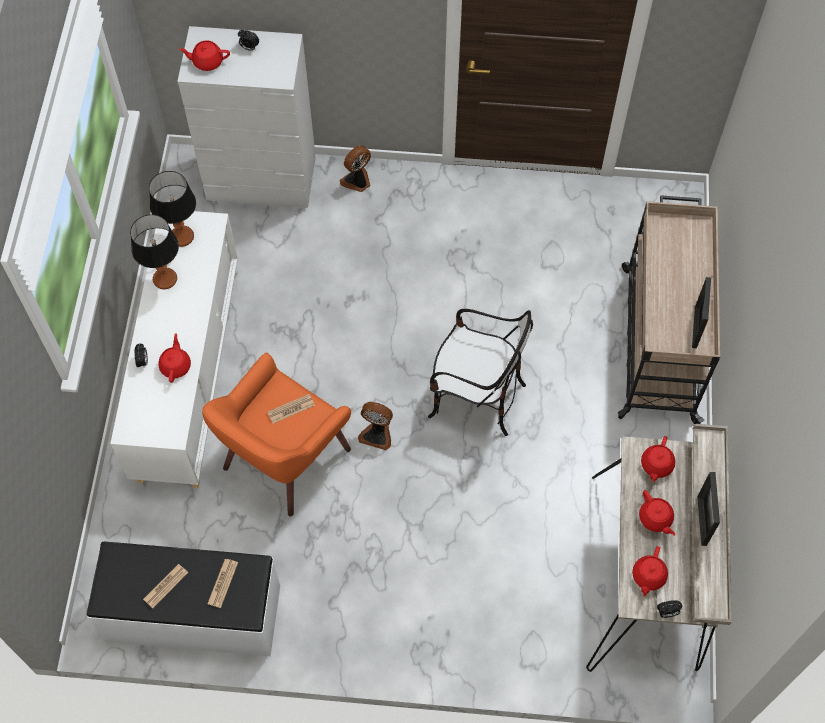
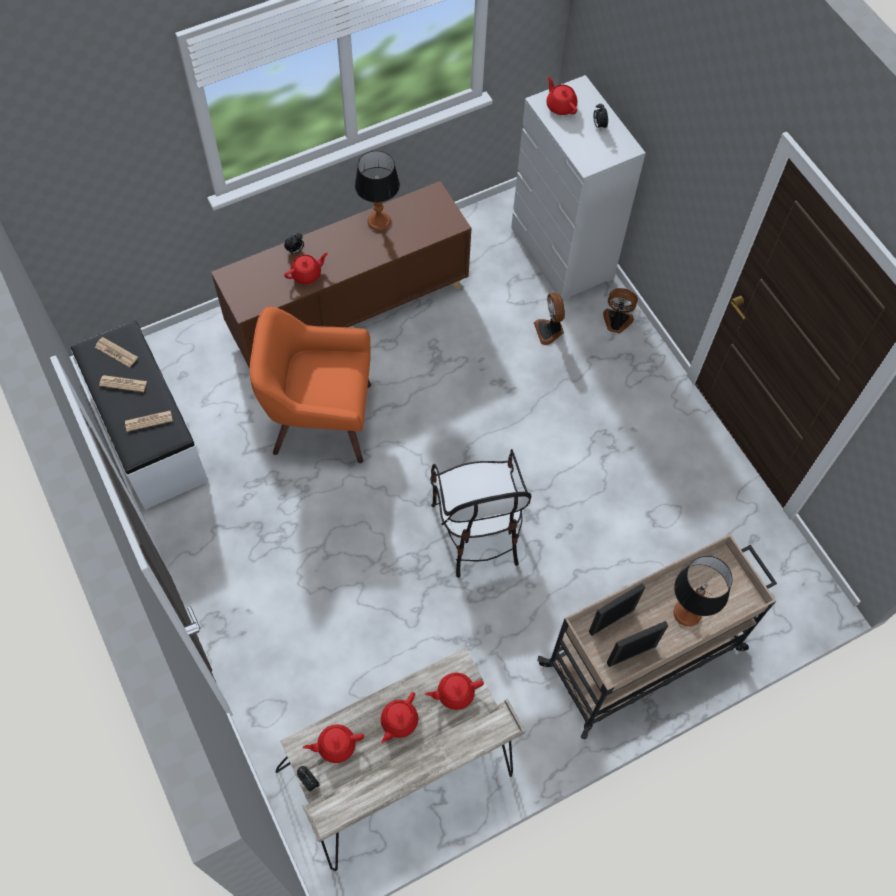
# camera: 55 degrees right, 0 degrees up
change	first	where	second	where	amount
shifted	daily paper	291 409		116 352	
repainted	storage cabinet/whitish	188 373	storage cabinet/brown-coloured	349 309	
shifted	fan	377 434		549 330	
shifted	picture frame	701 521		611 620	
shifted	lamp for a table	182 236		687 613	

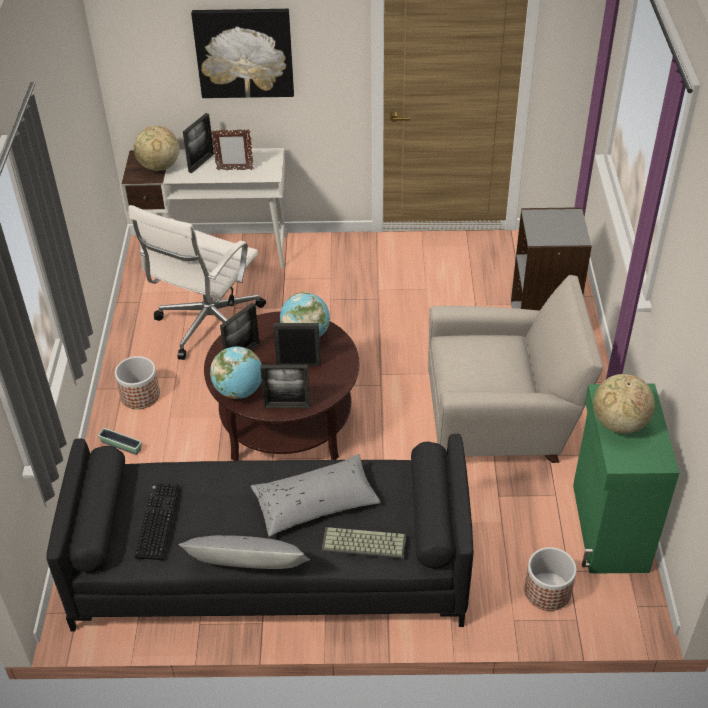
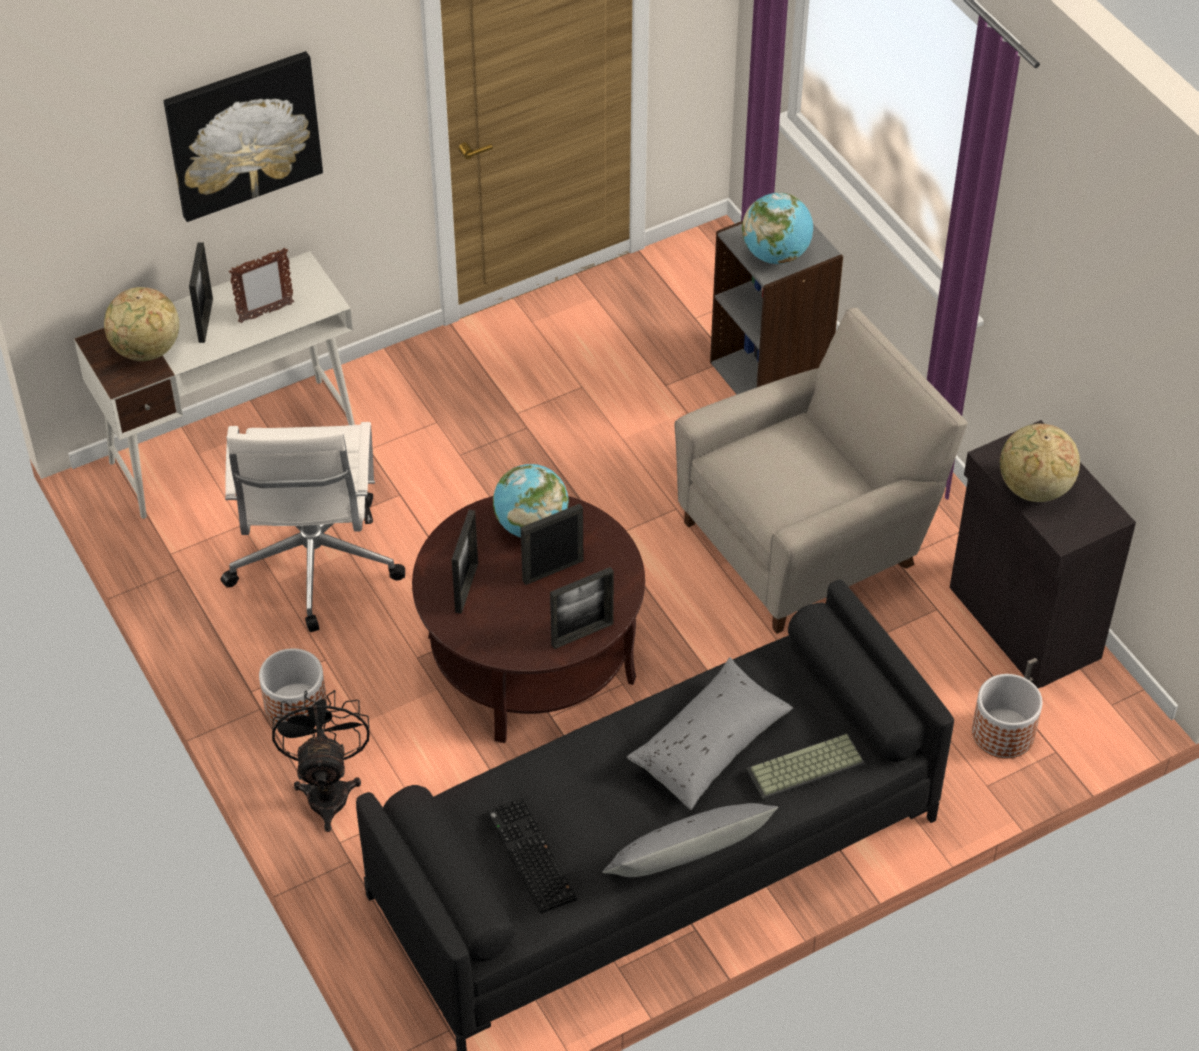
# camera: 30 degrees left, 5 degrees up
change	first	where	second	where	amount
swapped	flower pot	121 446	fan/black	327 789	
shifted	globe	239 391		776 255	
repainted	storage cabinet/green	608 528	storage cabinet/black	1023 624	

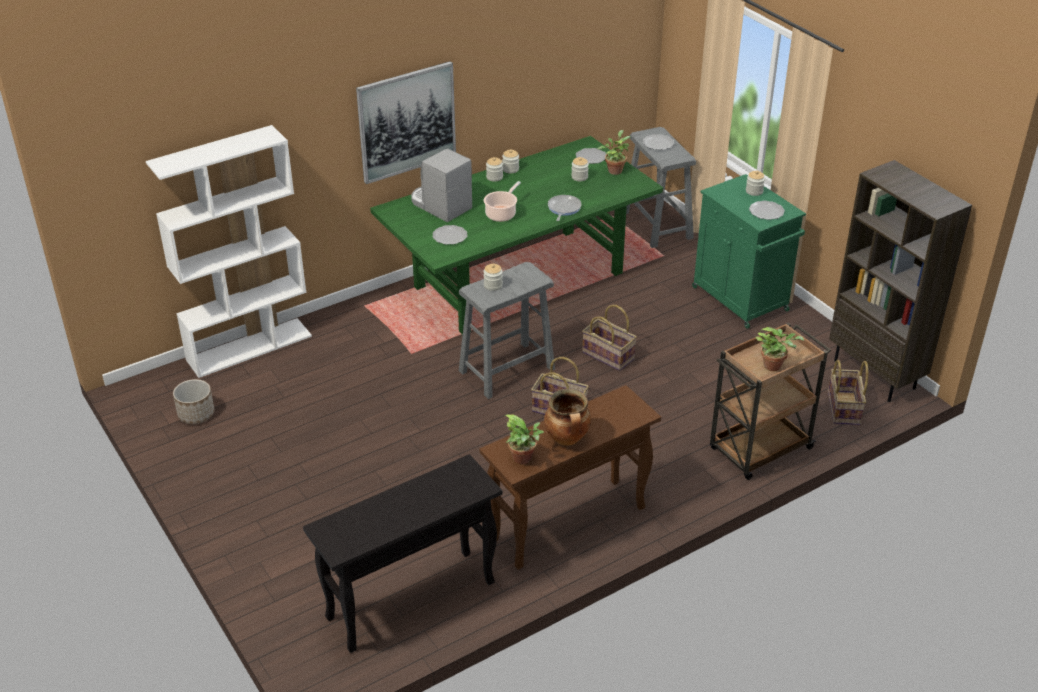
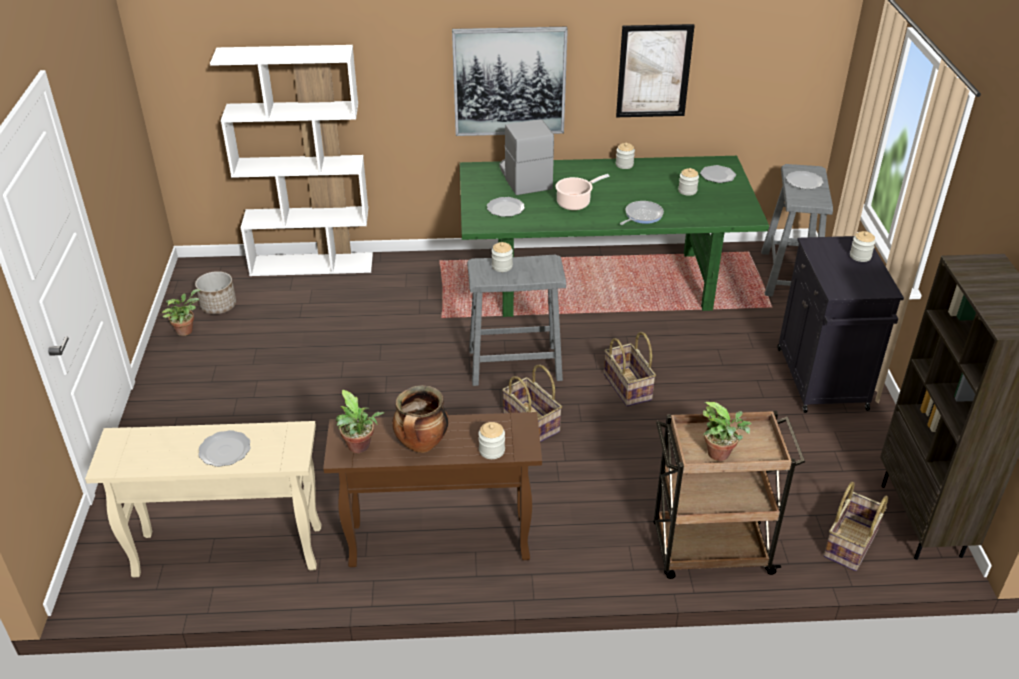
# camera: 30 degrees right, 0 degrees up
change	first	where	second	where	amount
repainted	console table/black	410 601	console table/beige-coloured	227 552	
shifted	plant in a pot	614 170		186 329	
shifted	plate	766 212		224 451	
shifted	jar	494 177		492 450	
new			wall picture	654 71	
repainted	storage cabinet/green	741 300	storage cabinet/black	822 380	

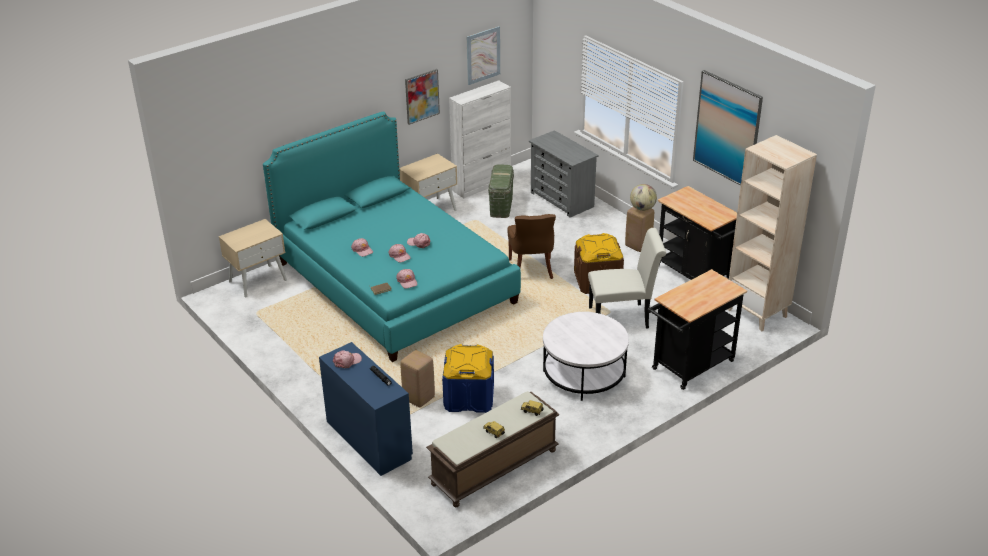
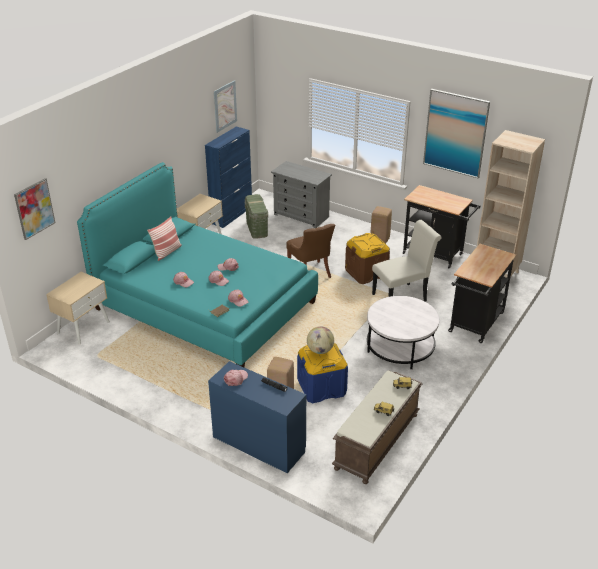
# camera: 20 degrees left, 0 degrees up
change	first	where	second	where	amount
shifted	wall picture	422 96		34 208	
new			cushion	167 252	
repainted	storage cabinet/whitish	482 184	storage cabinet/blue	232 215	
shifted	globe	642 208		320 350	

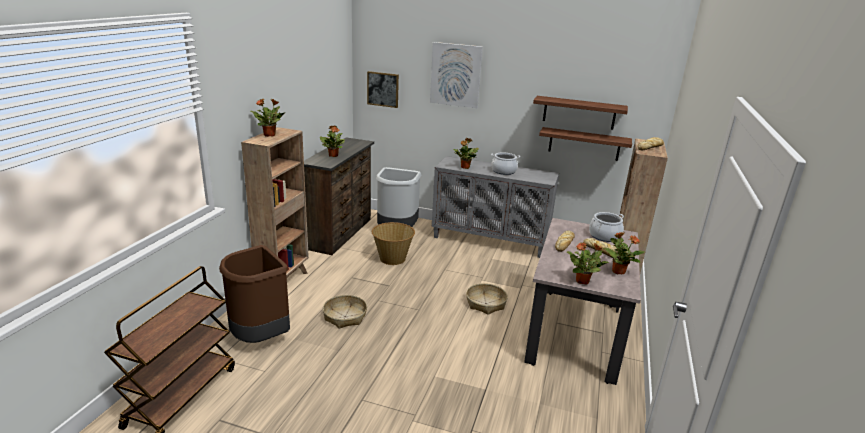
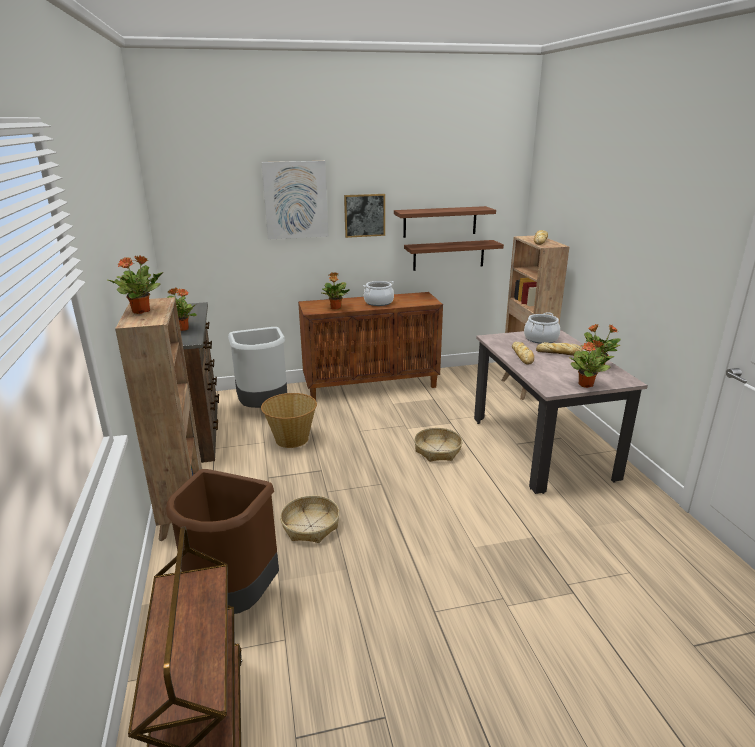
# camera: 30 degrees left, 0 degrees up
change	first	where	second	where	amount
repainted	storage cabinet/greyish	490 240	storage cabinet/brown-coloured	371 385	
shifted	wall picture	383 89		364 215	

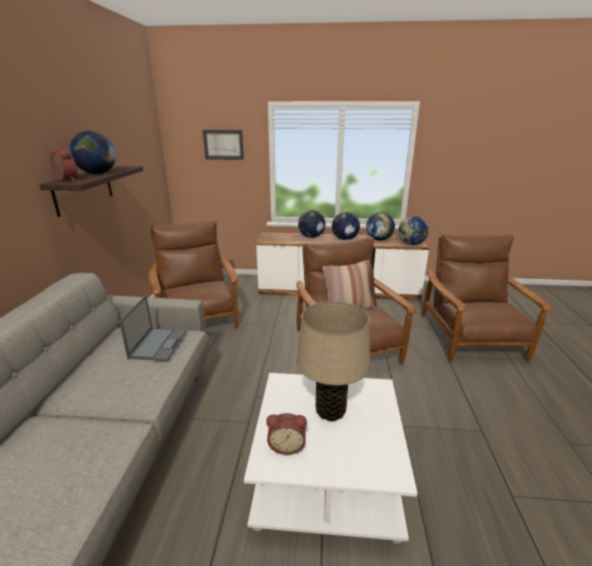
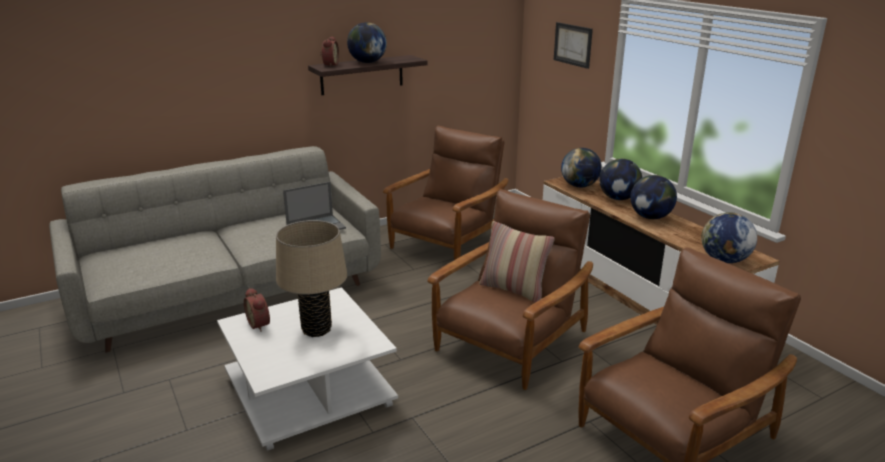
# camera: 55 degrees right, 0 degrees up
change	first	where	second	where	amount
shifted	globe	379 239		579 186	

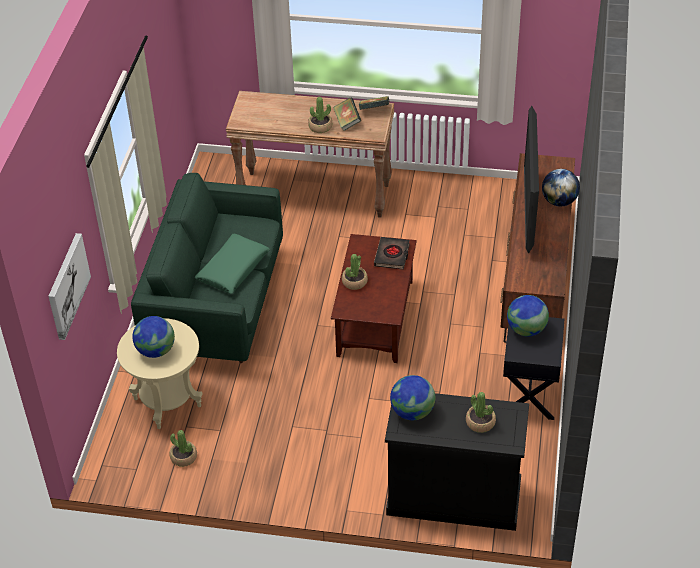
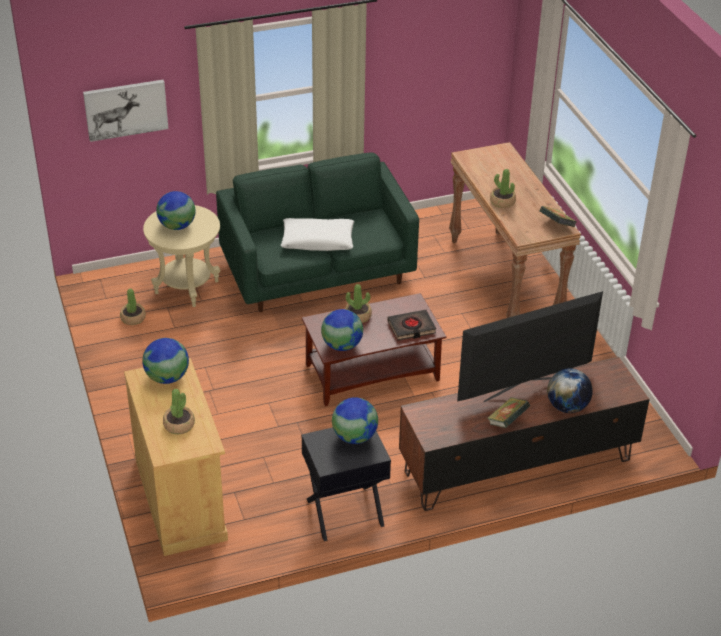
# camera: 60 degrees right, 5 degrees down
change	first	where	second	where	amount
repainted	storage cabinet/black	454 497	storage cabinet/beige-coloured	181 499	
repainted	cushion/green	233 269	cushion/whitish	317 240	
new			globe	342 345	
shifted	bound book	347 122		507 421	

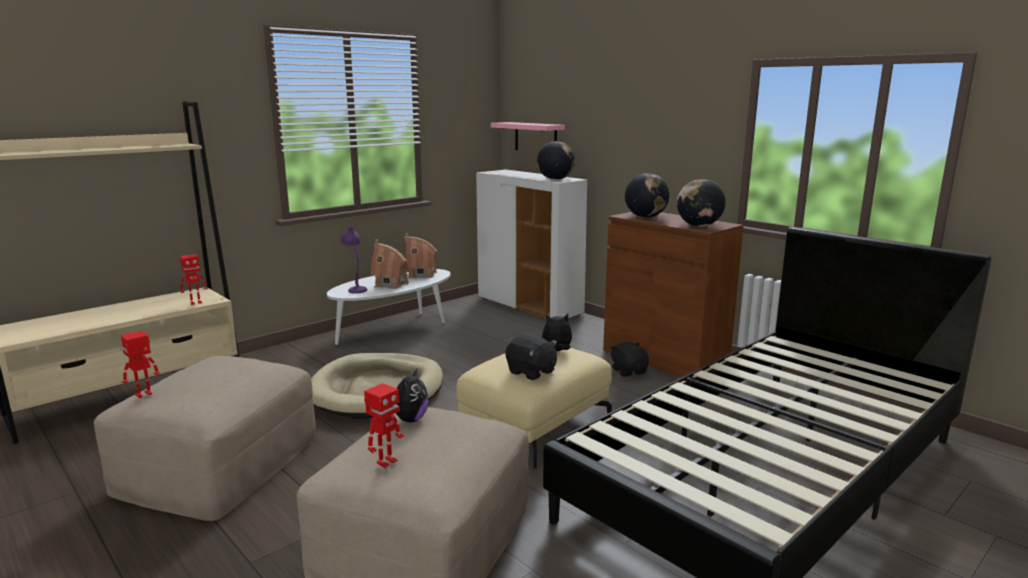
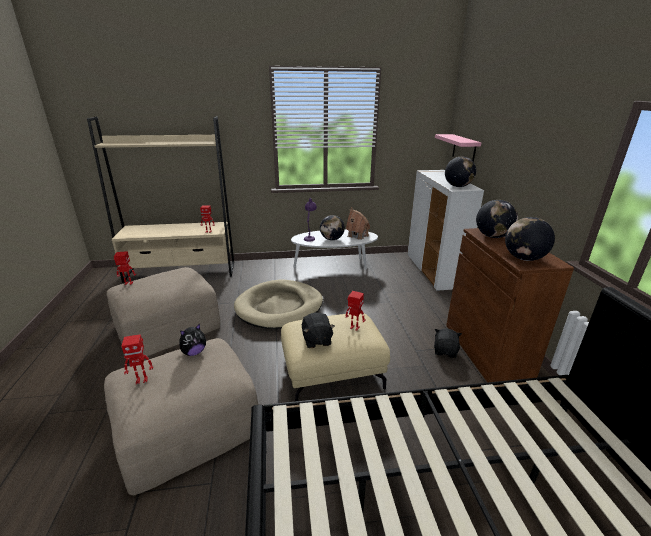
# camera: 35 degrees right, 10 degrees up
change	first	where	second	where	amount
swapped	toy house	391 284	globe	332 239	
swapped	cuddly toy	557 351	toy robot	354 328	

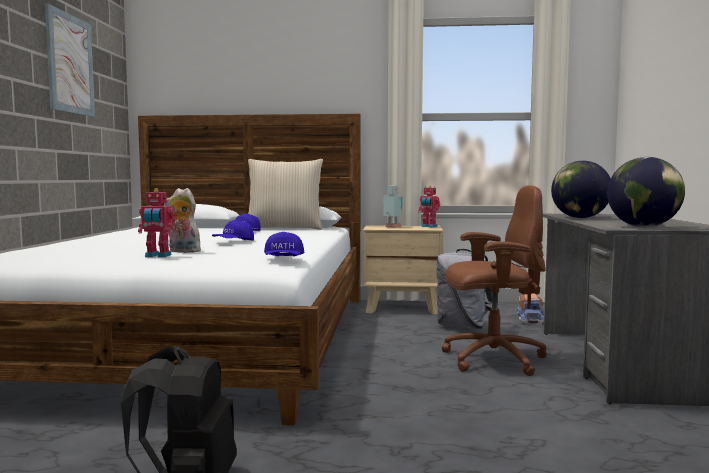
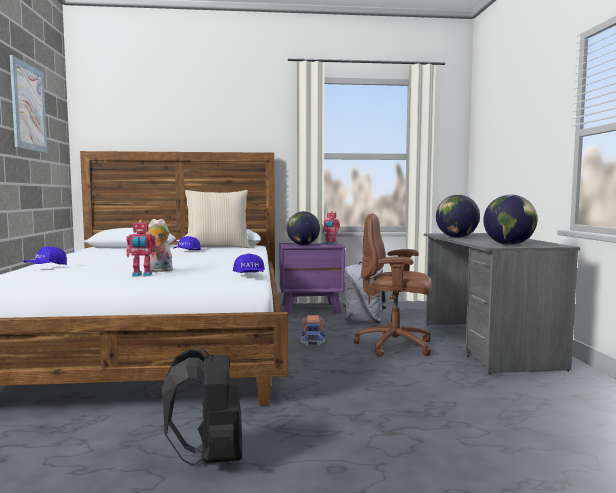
# camera: 10 degrees left, 0 degrees up
change	first	where	second	where	amount
shifted	peaked cap/blue	233 242		46 267	
repainted	night table/beige-coloured	402 307	night table/purple-coloured	311 309	
swapped	toy robot	392 227	globe	303 245	
shifted	toy lorry	531 319		313 339	
rotated	office chair/brown-coloured	492 359		395 346	150 degrees counterclockwise

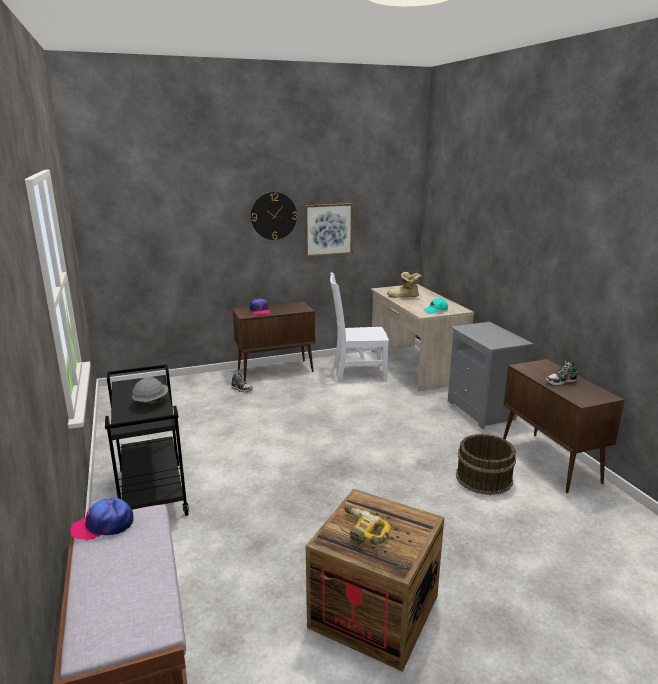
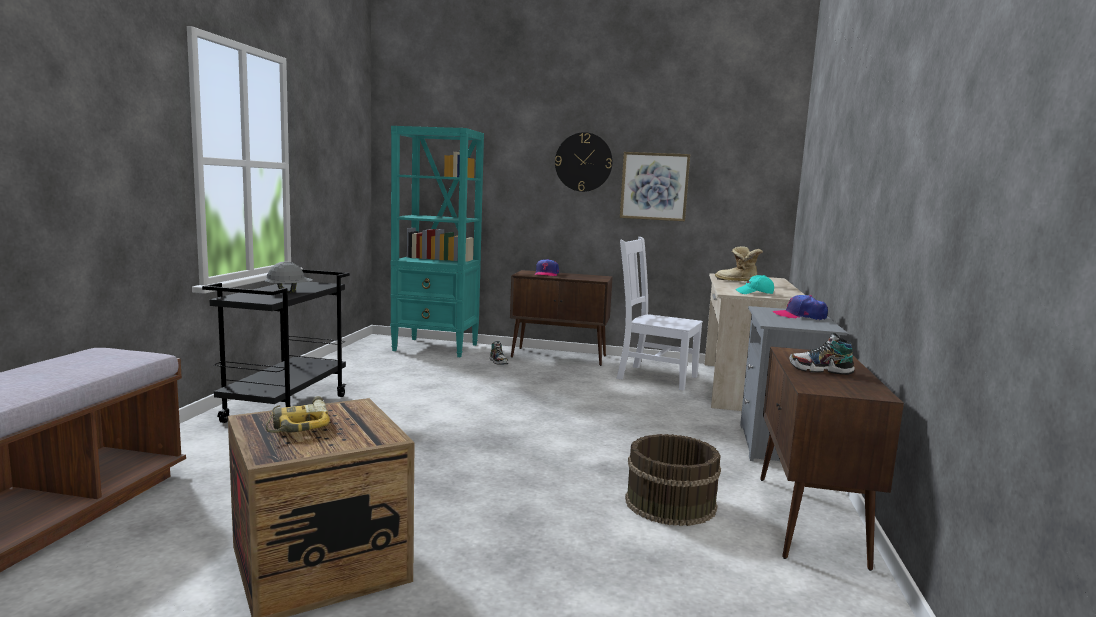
# camera: 30 degrees right, 10 degrees down
change	first	where	second	where	amount
new			bookcase/blue-green	436 348	
shifted	peaked cap	103 525		800 316	

